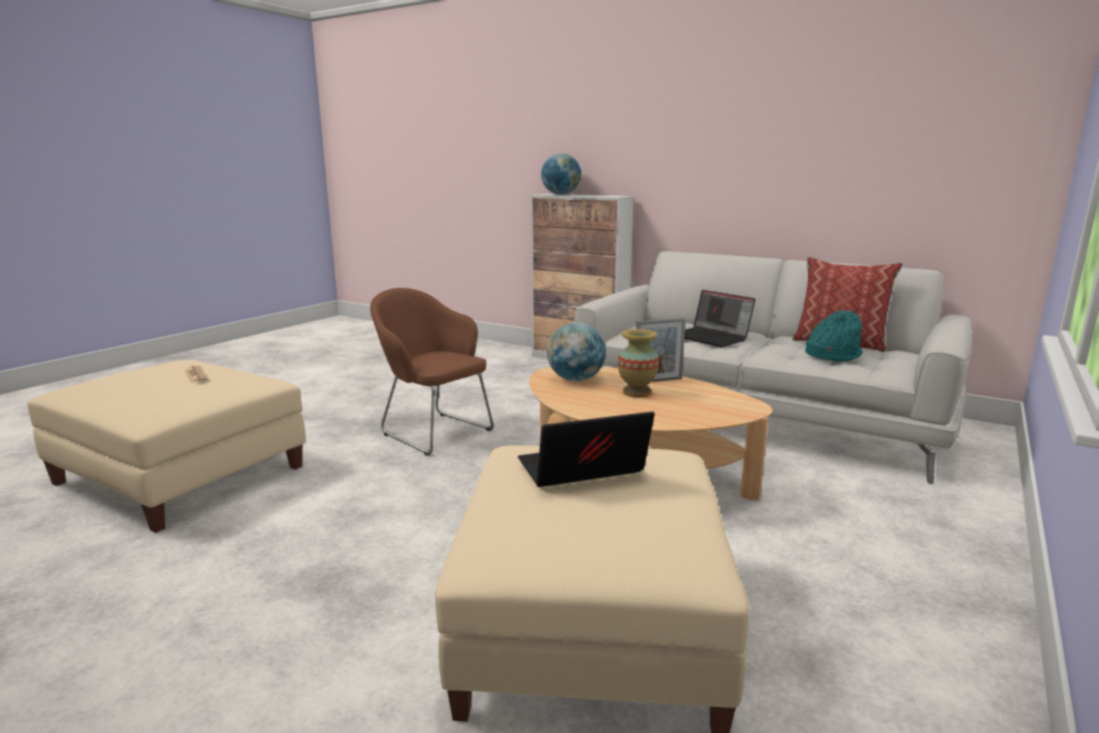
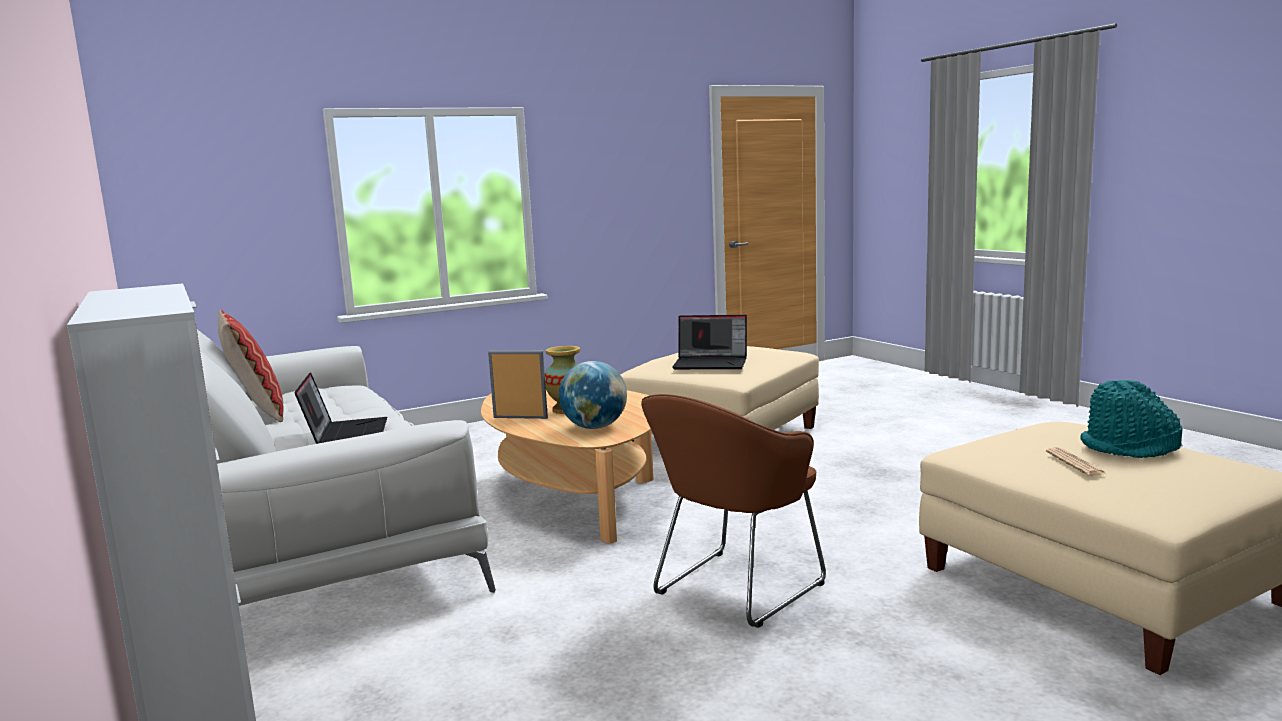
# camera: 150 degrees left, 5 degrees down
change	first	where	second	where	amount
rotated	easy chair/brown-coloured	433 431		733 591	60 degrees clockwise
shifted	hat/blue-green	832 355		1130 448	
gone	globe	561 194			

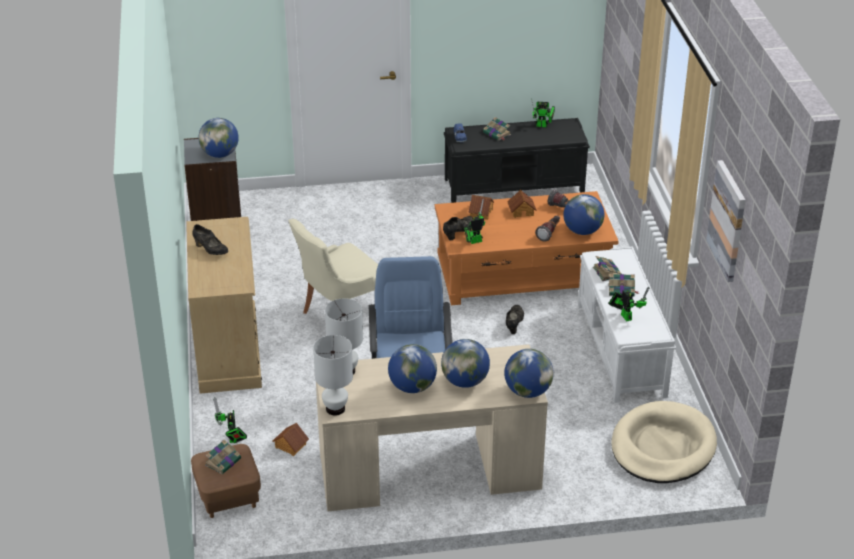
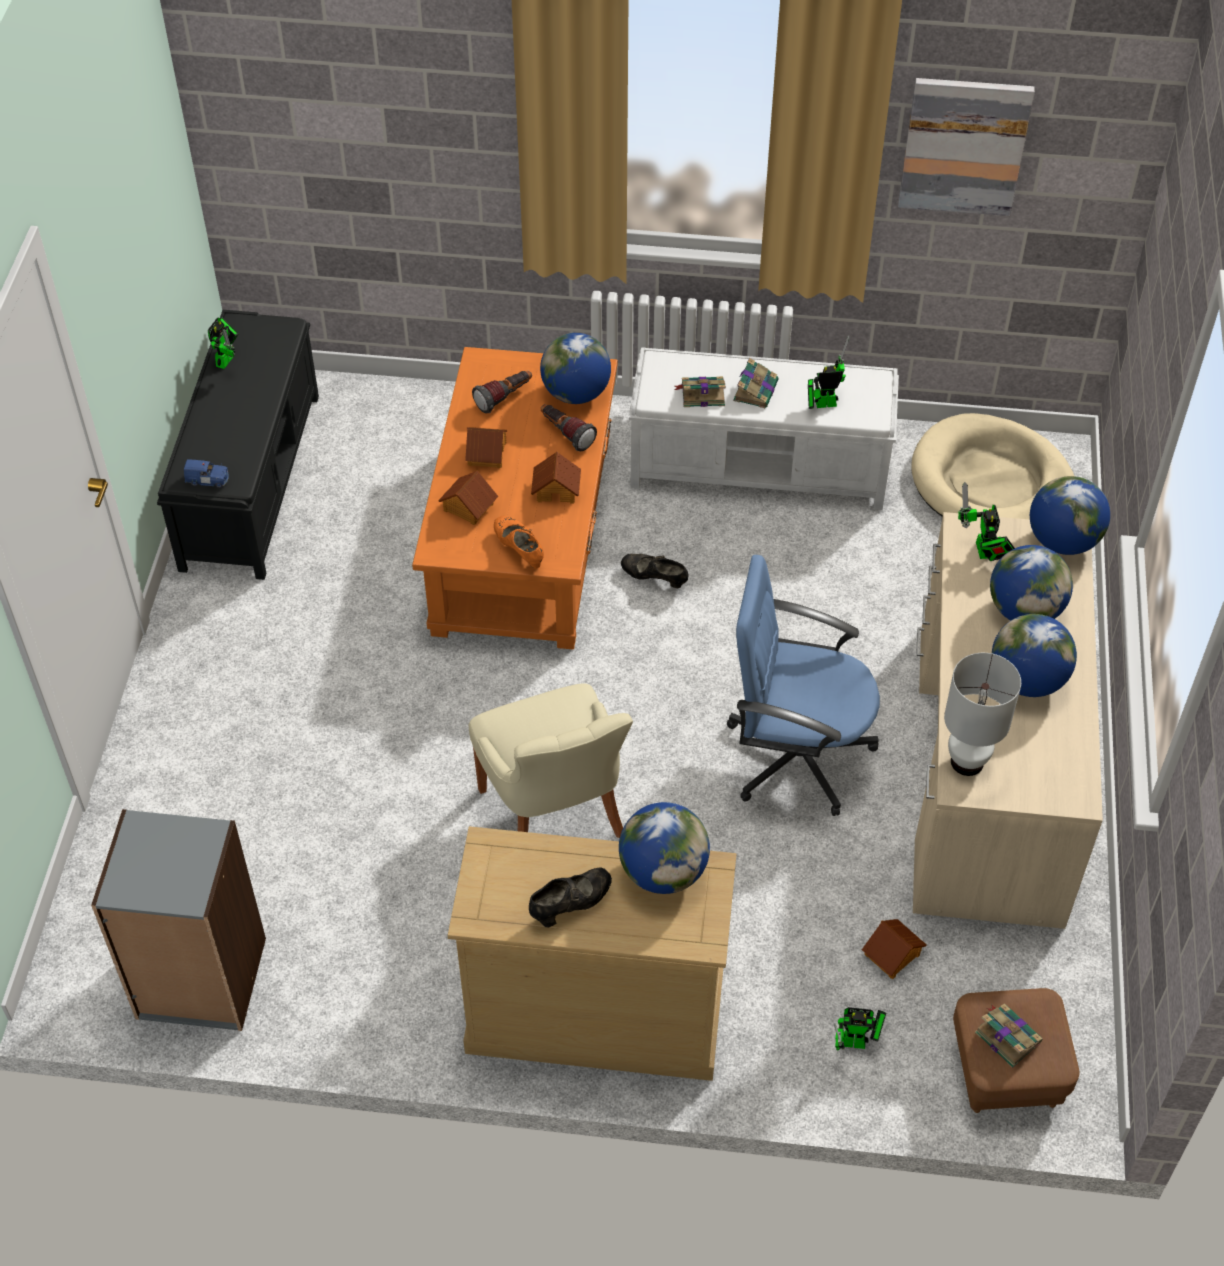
# camera: 75 degrees left, 15 degrees up
change	first	where	second	where	amount
repainted	low shoe/black	458 233	low shoe/orangey	519 550	
new			toy house	557 489	
shifted	globe	220 154		663 872	
shifted	toy robot	474 241		984 553	
gone	lamp for a table/whitish	335 409			
gone	bound book	497 134			

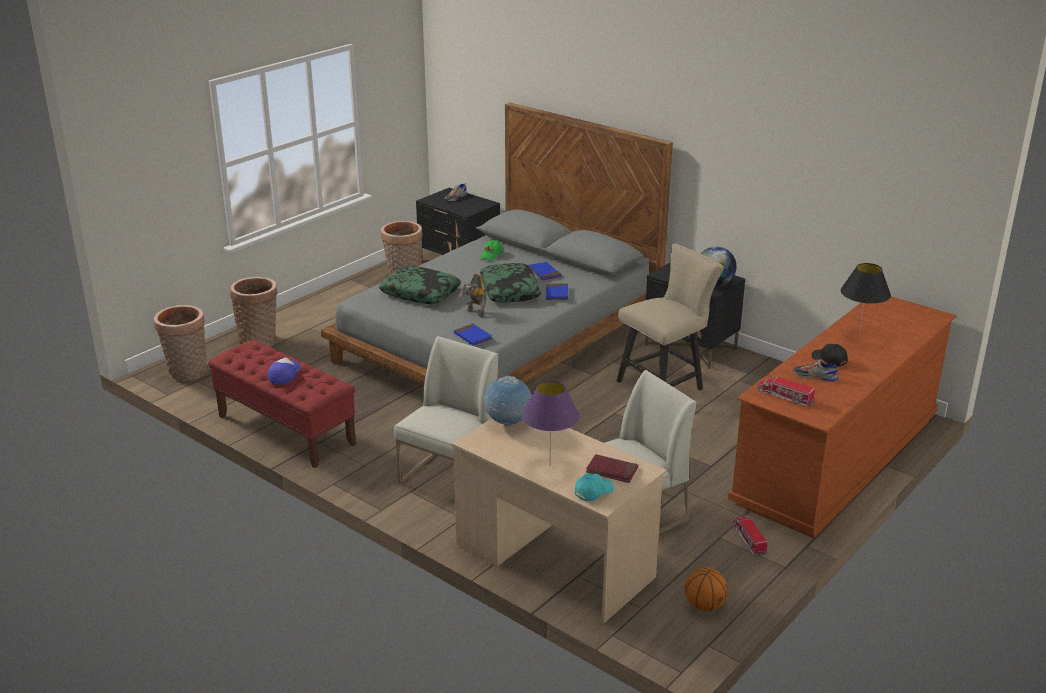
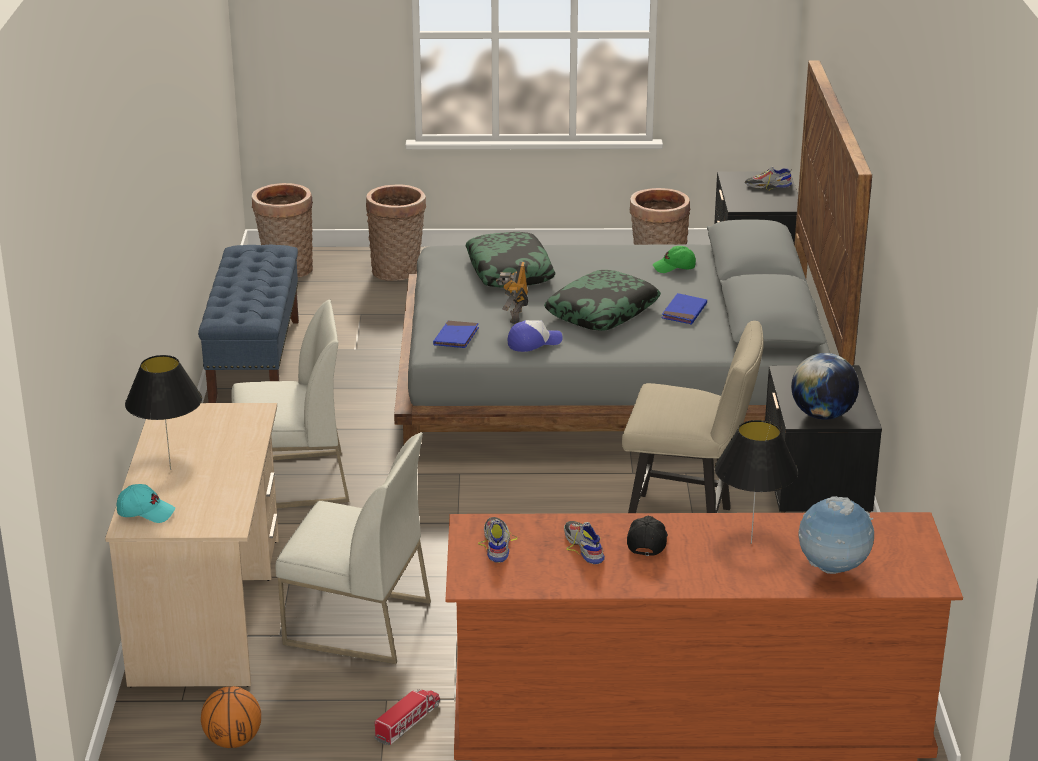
# camera: 50 degrees right, 0 degrees up
change	first	where	second	where	amount
repainted	lamp for a table/purple-coloured	550 465	lamp for a table/black	171 469	
repainted	bench/red	285 430	bench/blue	255 362	
swapped	toy lorry	785 397	low shoe	496 543	
shifted	peaked cap	284 374		534 342	
shifted	globe	508 423		832 569	
gone	bound book/blue	557 293			
gone	bound book/red	612 471			

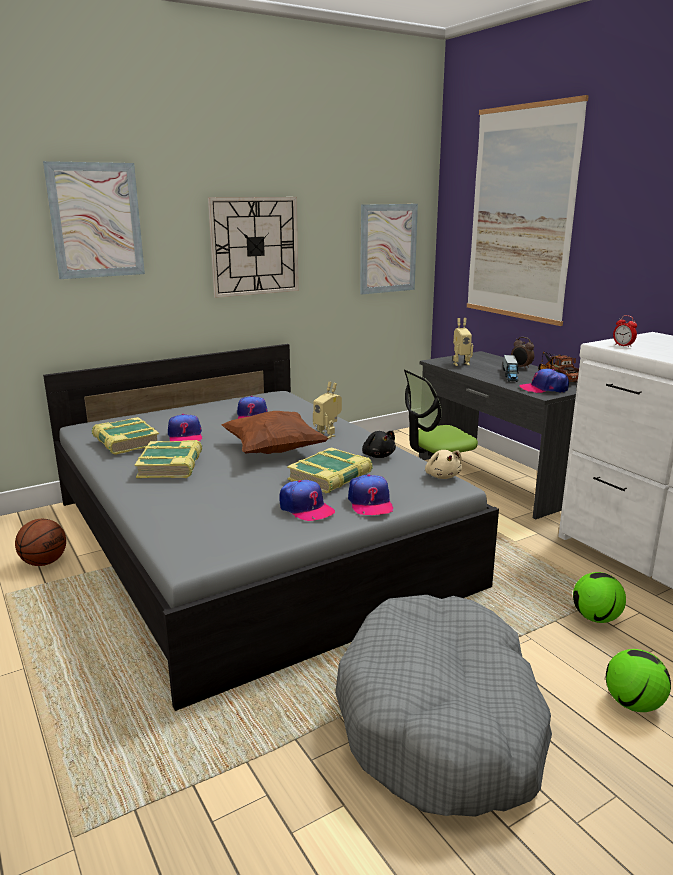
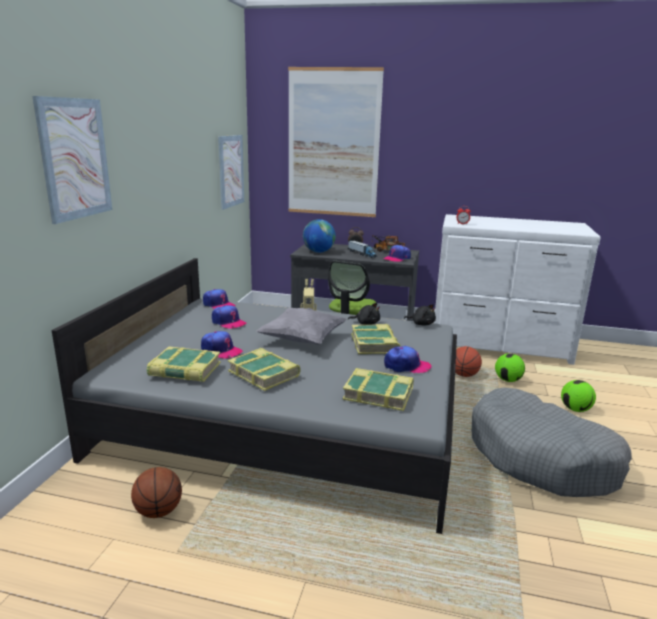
# camera: 45 degrees left, 0 degrees up
change	first	where	second	where	amount
shifted	peaked cap	370 503		218 304	
repainted	cushion/brown-coloured	274 450	cushion/greyish	302 340	
swapped	toy robot	460 363	globe	318 252	
new			bound book	378 394	
repainted	cuddly toy/beige-coloured	442 476	cuddly toy/black	421 324	
new			basketball ball	464 375	
gone	clock on the wall	254 246			

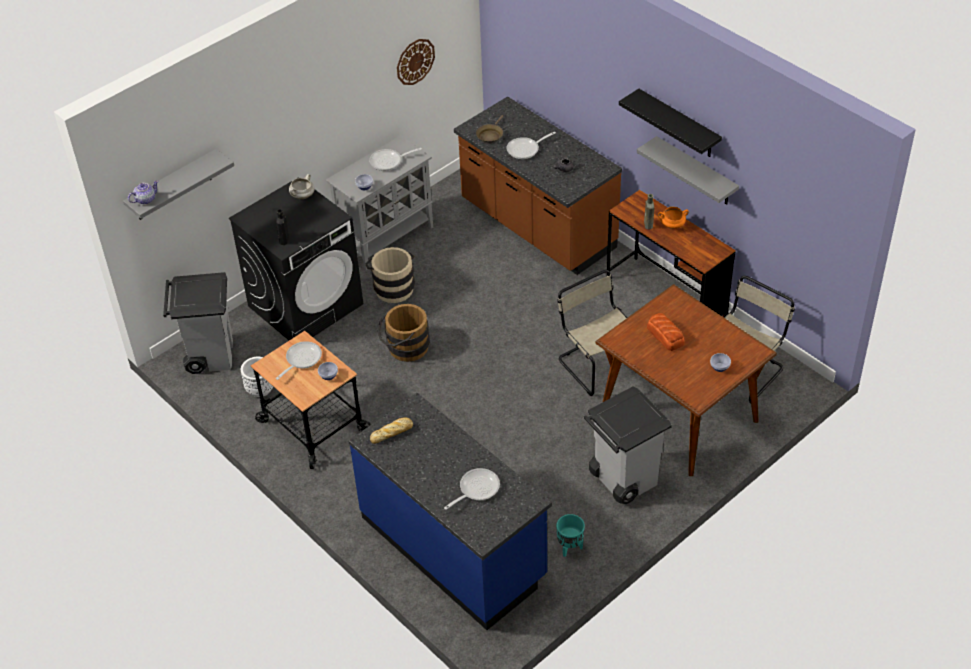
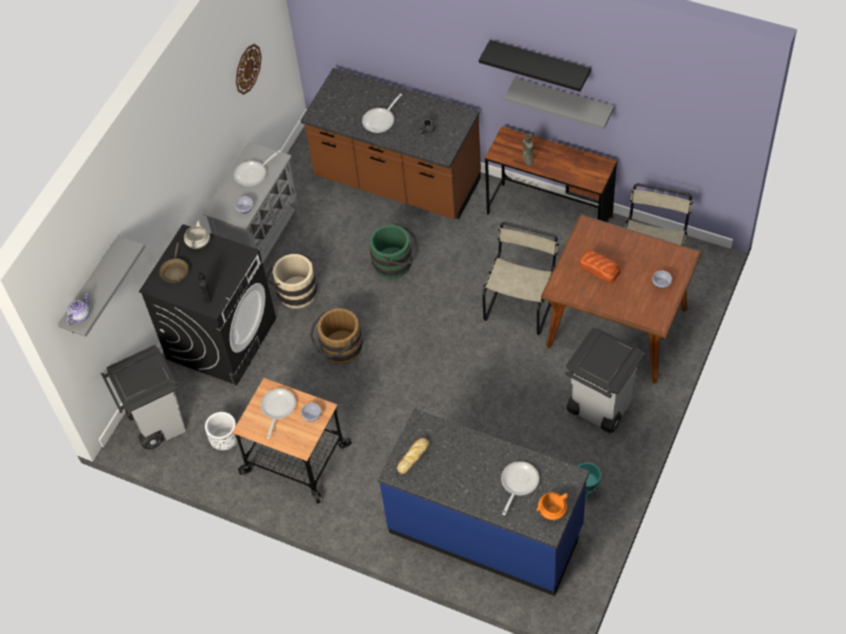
# camera: 20 degrees left, 10 degrees up
change	first	where	second	where	amount
shifted	skillet/brown-coloured	490 135		175 271	
new			pail/green	396 263	
rotated	plain chair/beige-coloured	597 364		521 303	75 degrees clockwise
shifted	cooking pot/orangey	672 225		552 511	

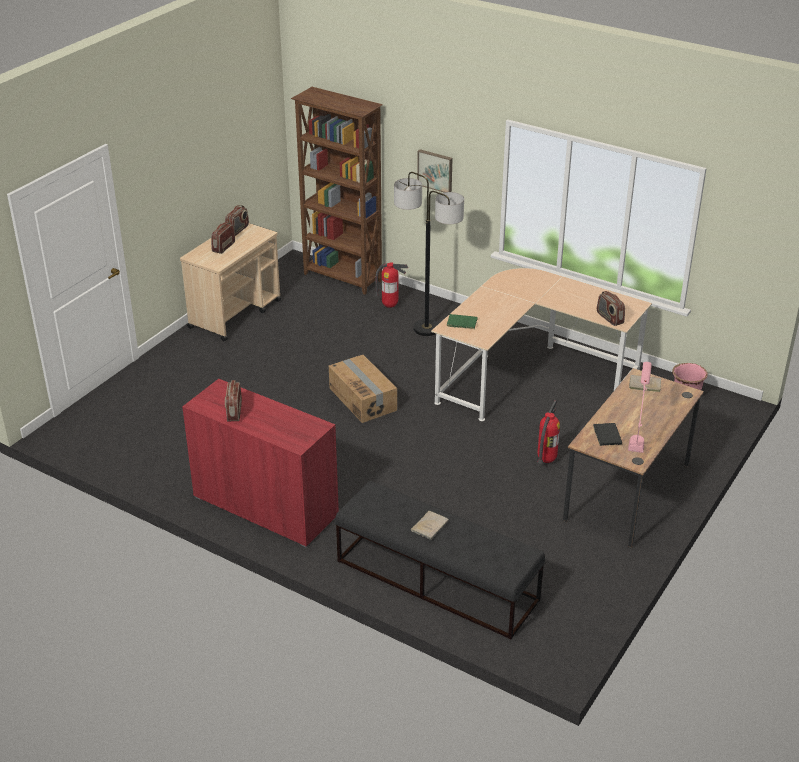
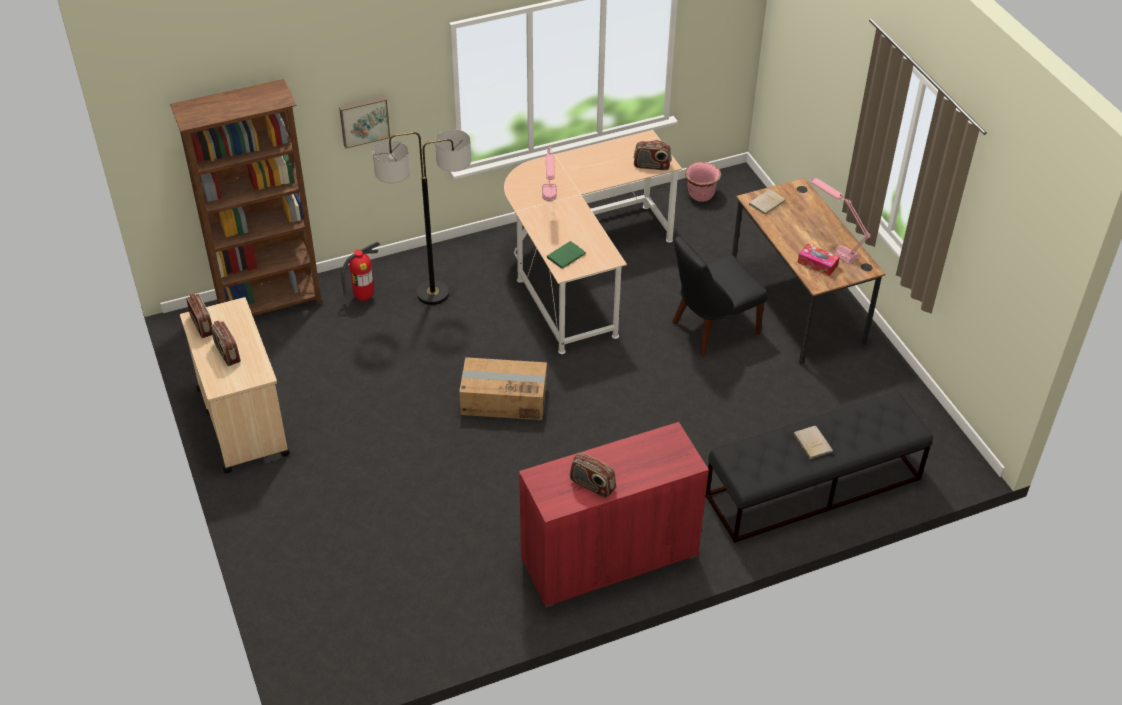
# camera: 55 degrees left, 10 degrees up
change	first	where	second	where	amount
new			lamp for a table/pinkish	549 203	
swapped	fire extinguisher	546 460	plain chair/black	711 329	
swapped	bound book/black	607 435	tissue holder	817 264	

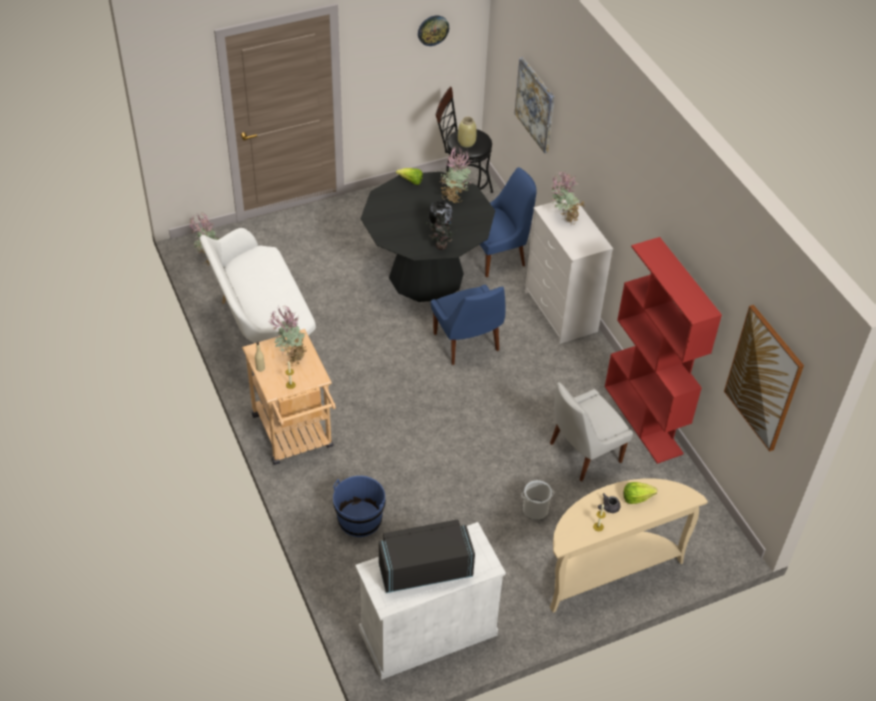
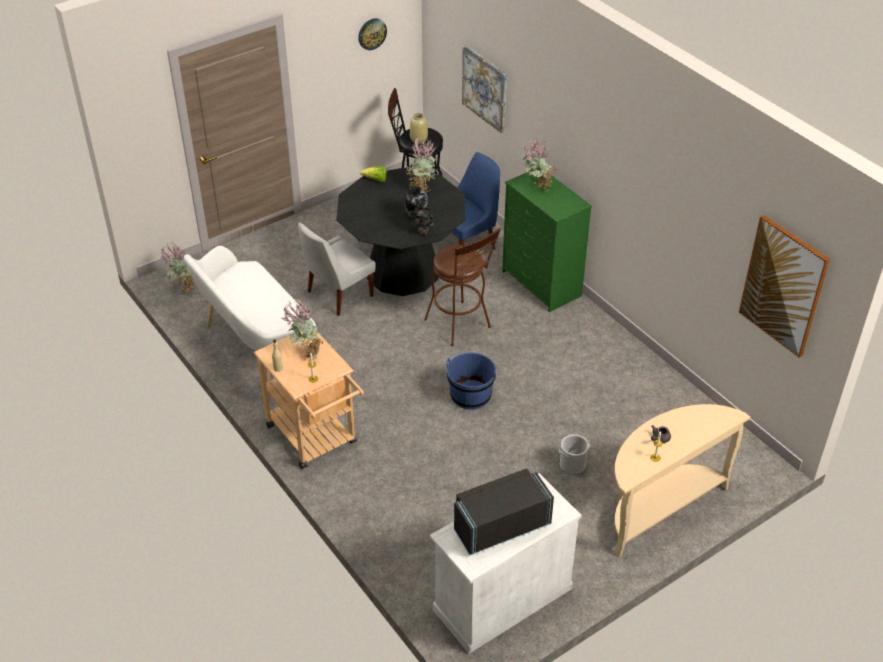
# camera: 10 degrees left, 5 degrees down
change	first	where	second	where	amount
shifted	plain chair/whitish	582 453		338 295	
swapped	plain chair/blue	467 344	stool/brown-coloured	461 326	
shifted	pail/blue	359 519		470 395	
repainted	dresser/whitish	561 312	dresser/green	542 284	
gone	bookcase/red	644 420			
gone	head of lettuce	636 498			

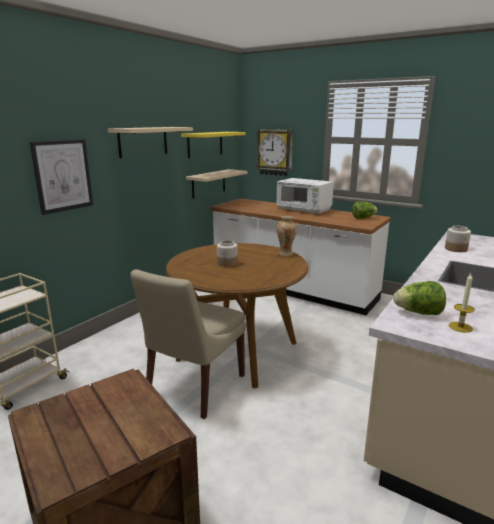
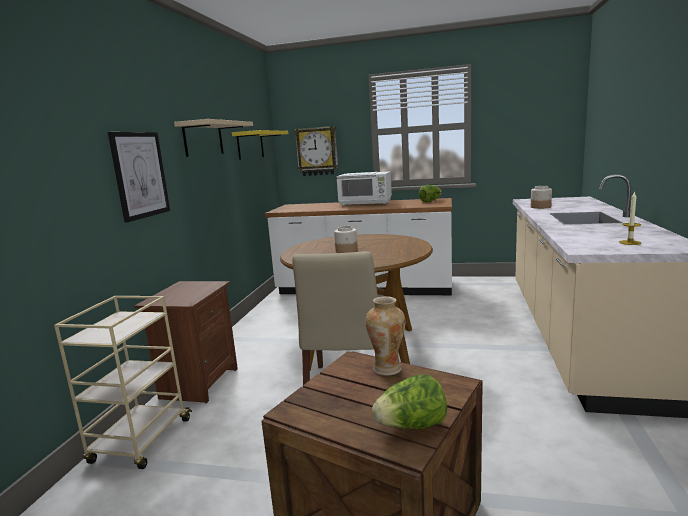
# camera: 20 degrees left, 5 degrees down
change	first	where	second	where	amount
new			night table/brown-coloured	198 383	
shifted	flower vase	286 254		387 368	
shifted	head of lettuce	418 313		412 426	
gone	shelf/beige-coloured	208 183			

